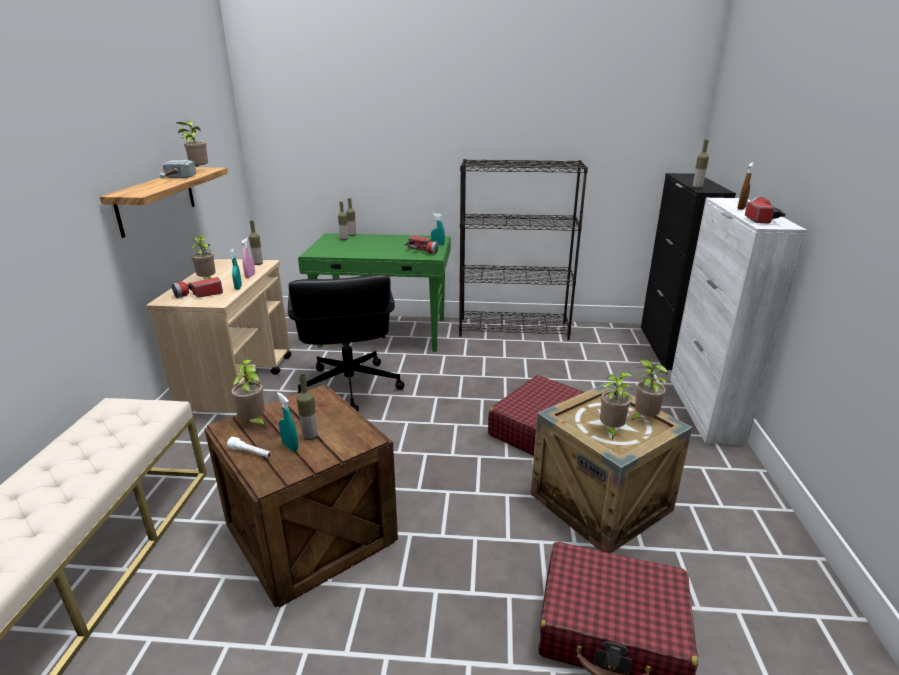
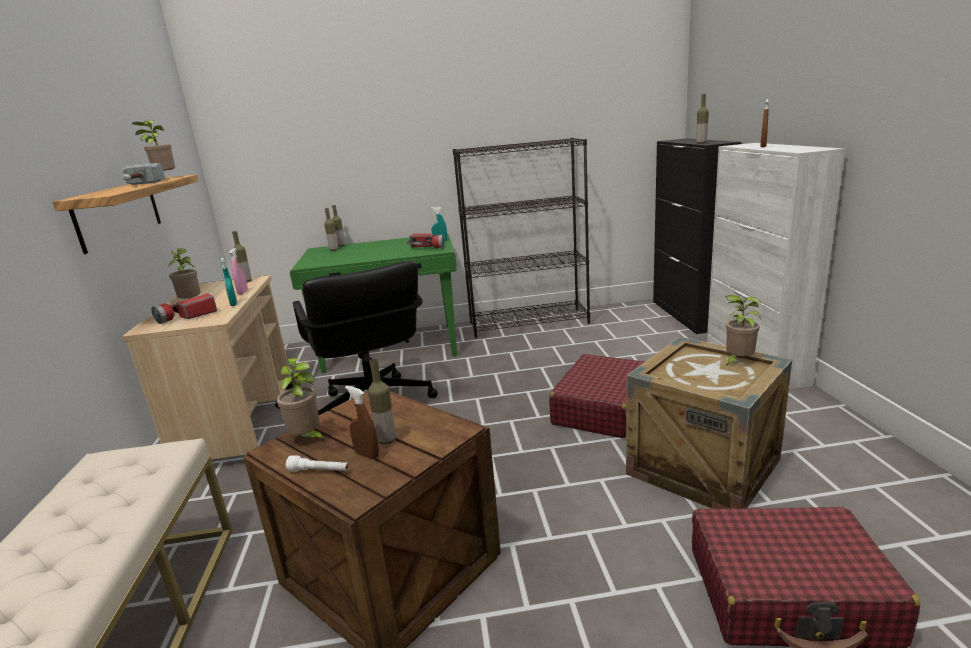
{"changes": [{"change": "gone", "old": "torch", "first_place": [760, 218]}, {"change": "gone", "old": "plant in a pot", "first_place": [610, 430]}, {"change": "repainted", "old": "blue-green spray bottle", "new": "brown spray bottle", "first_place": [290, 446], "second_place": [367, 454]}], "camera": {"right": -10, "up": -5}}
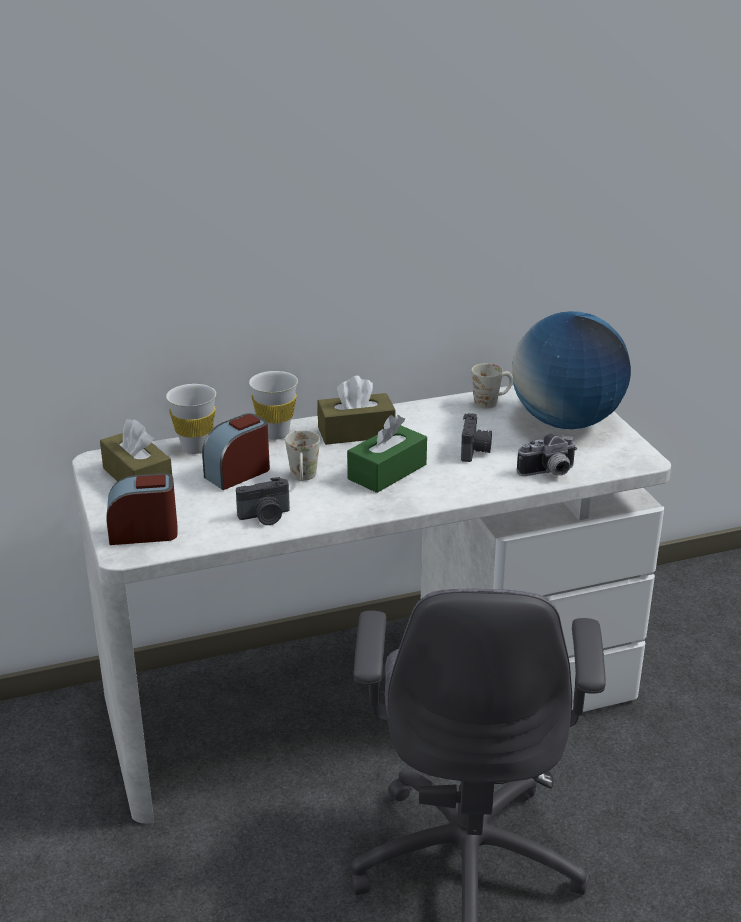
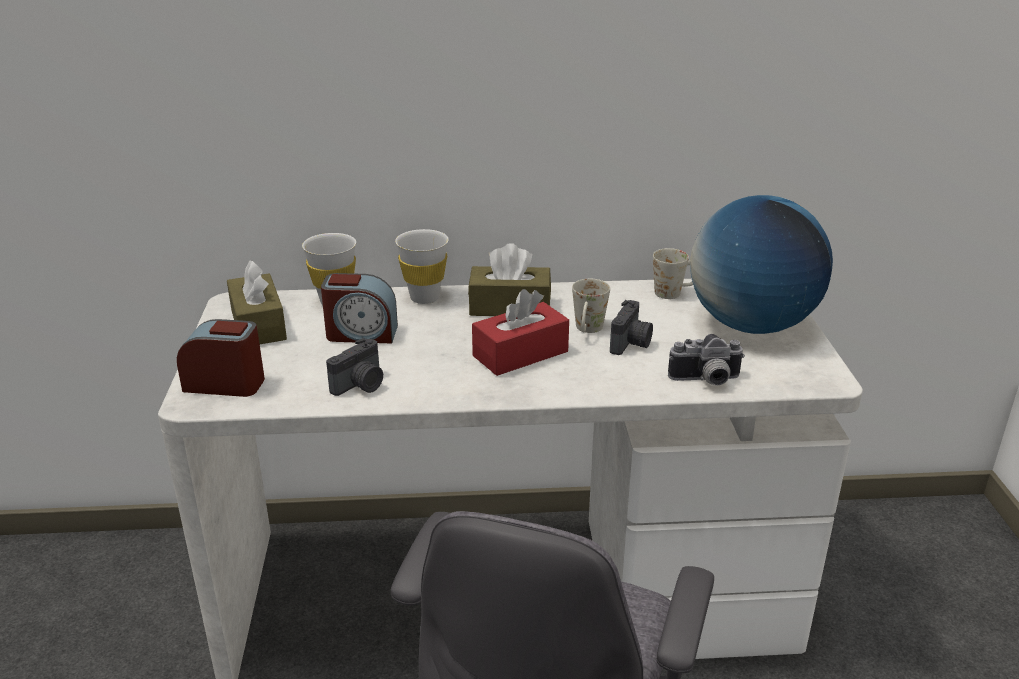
{"changes": [{"change": "rotated", "old": "alarm clock", "first_place": [238, 473], "second_place": [361, 333], "degrees": -150}, {"change": "repainted", "old": "greenish tissue holder", "new": "reddish tissue holder", "first_place": [387, 472], "second_place": [520, 354]}, {"change": "shifted", "old": "whitish tea mug", "first_place": [303, 479], "second_place": [588, 331]}, {"change": "rotated", "old": "still camera", "first_place": [265, 517], "second_place": [361, 385], "degrees": -45}], "camera": {"right": 15, "up": 0}}
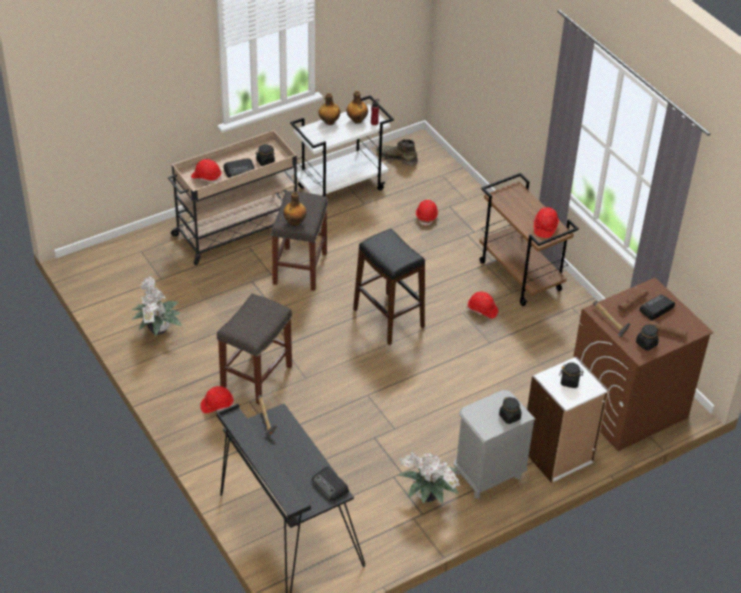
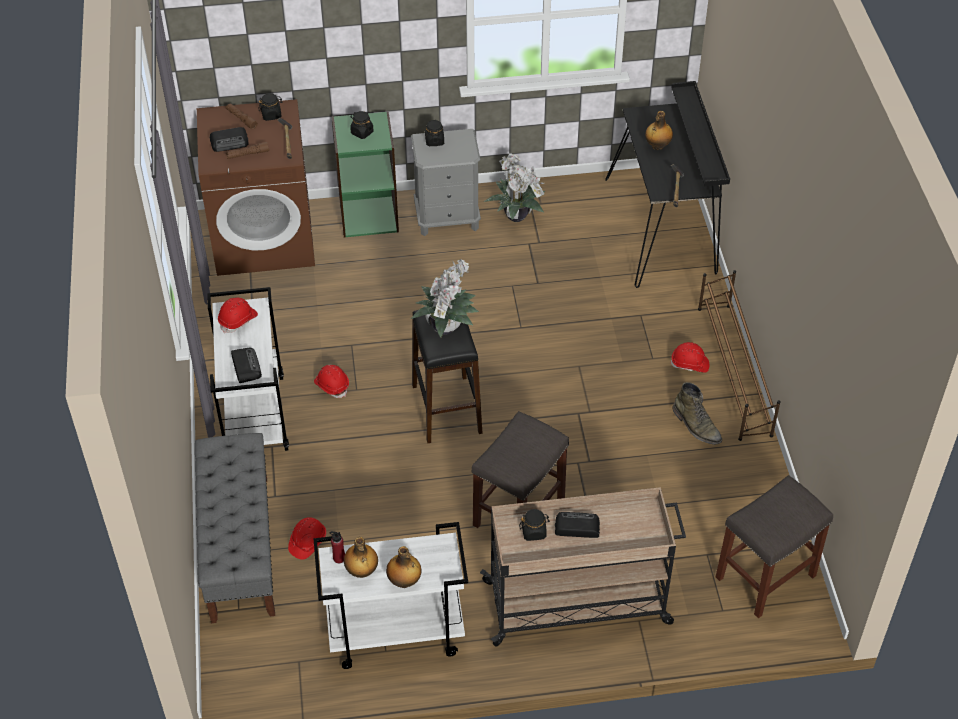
{"changes": [{"change": "shifted", "old": "greenish boot", "first_place": [397, 157], "second_place": [696, 425]}, {"change": "gone", "old": "reddish safety helmet", "first_place": [206, 177]}, {"change": "repainted", "old": "brown wheeled cart", "new": "whitish wheeled cart", "first_place": [521, 276], "second_place": [254, 415]}, {"change": "shifted", "old": "drink bottle", "first_place": [295, 222], "second_place": [657, 146]}, {"change": "shifted", "old": "plant in a pot", "first_place": [157, 331], "second_place": [446, 327]}, {"change": "shifted", "old": "grey sitting stool", "first_place": [256, 376], "second_place": [765, 578]}, {"change": "repainted", "old": "whitish shelving unit", "new": "greenish shelving unit", "first_place": [557, 456], "second_place": [369, 215]}, {"change": "shifted", "old": "radio", "first_place": [330, 486], "second_place": [245, 366]}, {"change": "new", "new": "brown shoe shelf", "second_place": [733, 371]}, {"change": "new", "new": "grey long seat", "second_place": [240, 547]}], "camera": {"right": -155, "up": 5}}
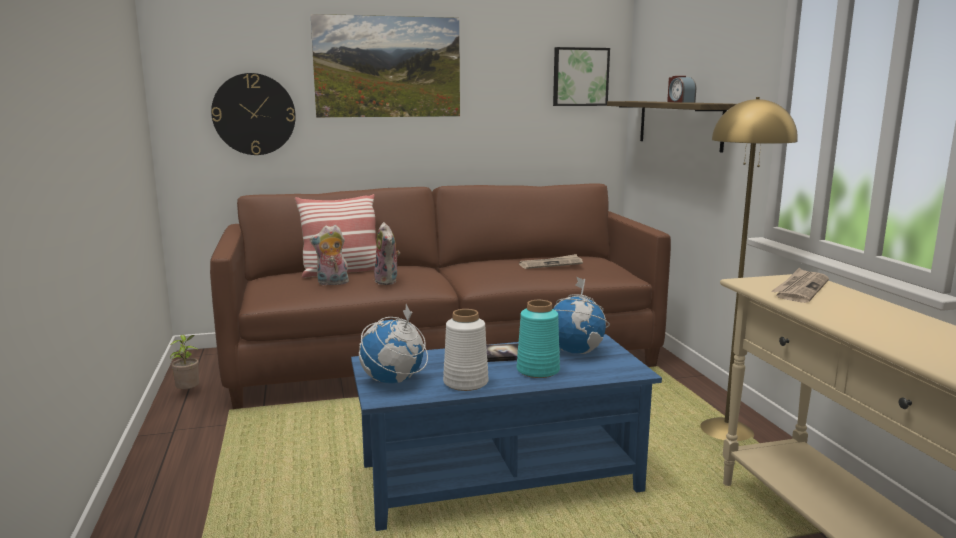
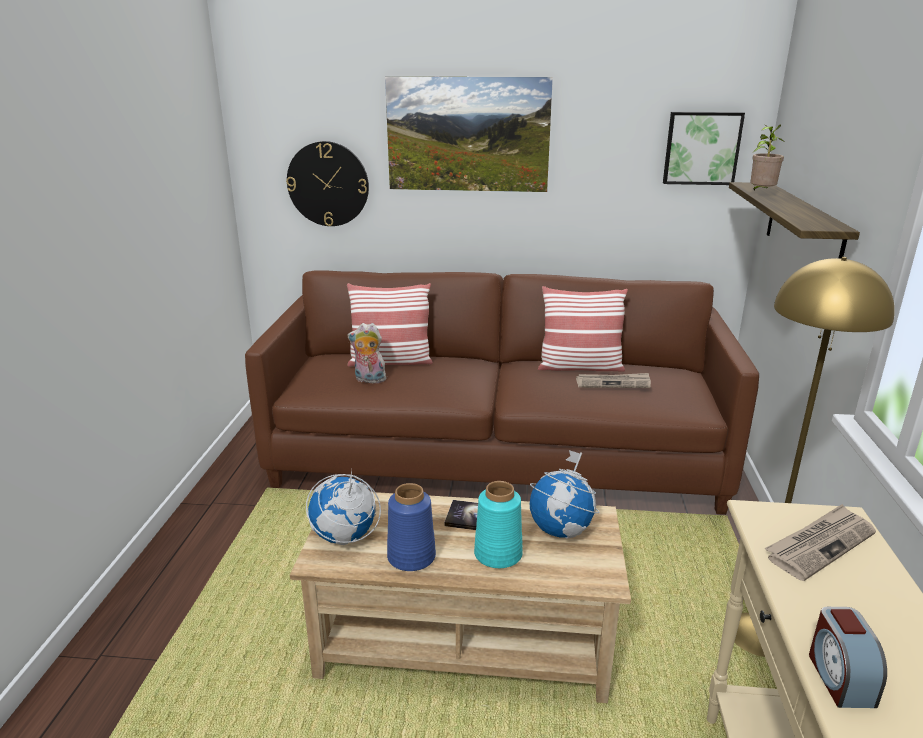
{"changes": [{"change": "shifted", "old": "alarm clock", "first_place": [680, 102], "second_place": [839, 678]}, {"change": "gone", "old": "soft toy", "first_place": [388, 281]}, {"change": "repainted", "old": "whitish flower vase", "new": "bluish flower vase", "first_place": [466, 382], "second_place": [412, 557]}, {"change": "shifted", "old": "plant in a pot", "first_place": [188, 392], "second_place": [761, 194]}, {"change": "repainted", "old": "bluish coffee table", "new": "beige coffee table", "first_place": [500, 478], "second_place": [464, 640]}, {"change": "new", "new": "pillow", "second_place": [580, 367]}], "camera": {"right": 20, "up": 10}}
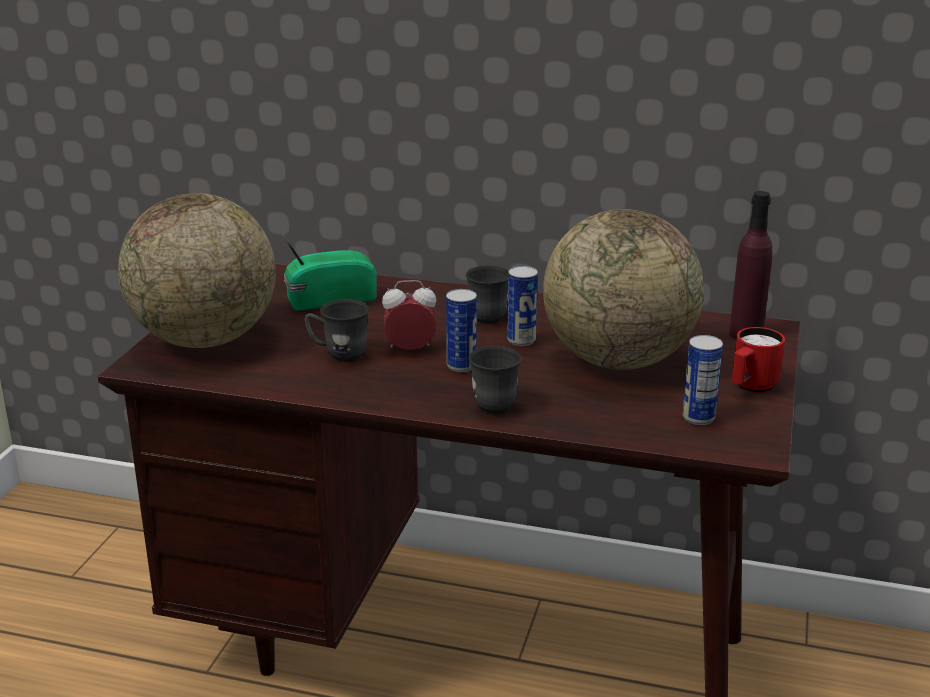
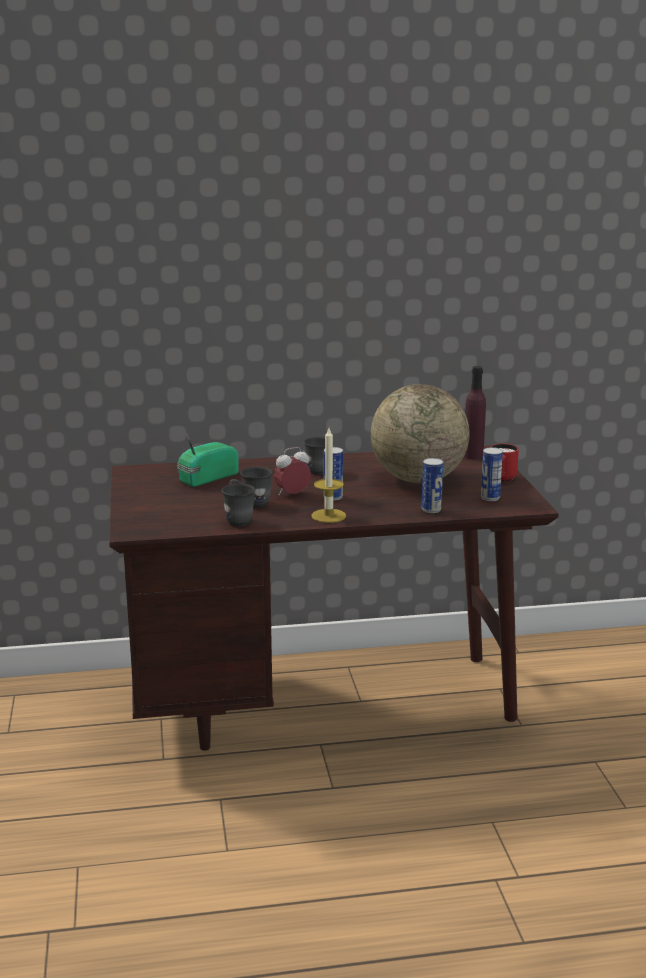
{"changes": [{"change": "gone", "old": "globe", "first_place": [205, 339]}, {"change": "shifted", "old": "sealed can", "first_place": [521, 340], "second_place": [431, 509]}, {"change": "shifted", "old": "grey tea mug", "first_place": [492, 401], "second_place": [236, 520]}, {"change": "new", "new": "wax light", "second_place": [328, 516]}], "camera": {"right": -25, "up": -5}}
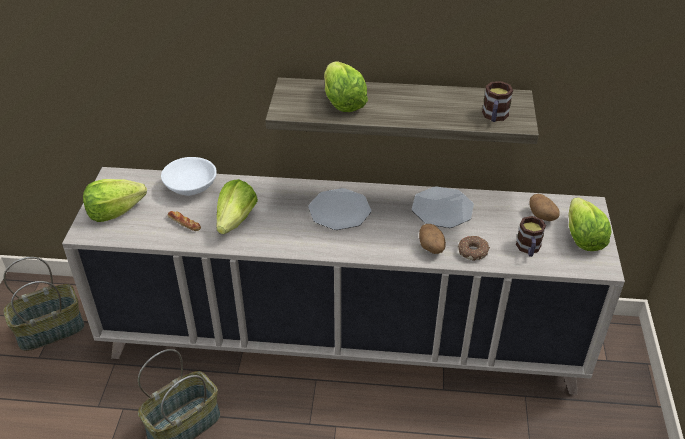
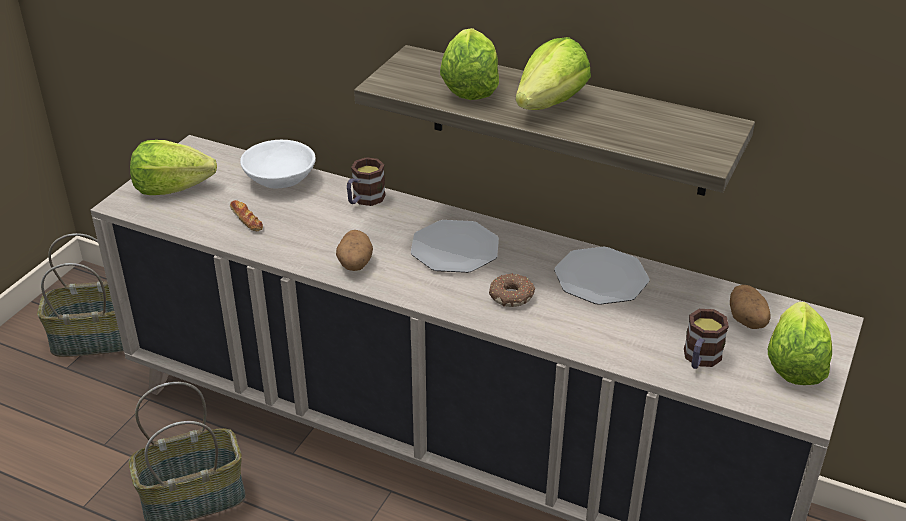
{"changes": [{"change": "shifted", "old": "tea mug", "first_place": [494, 117], "second_place": [364, 200]}, {"change": "shifted", "old": "lettuce head", "first_place": [236, 220], "second_place": [550, 103]}, {"change": "shifted", "old": "spud", "first_place": [431, 248], "second_place": [355, 264]}, {"change": "shifted", "old": "ring doughnut", "first_place": [473, 251], "second_place": [512, 295]}], "camera": {"right": 20, "up": -5}}
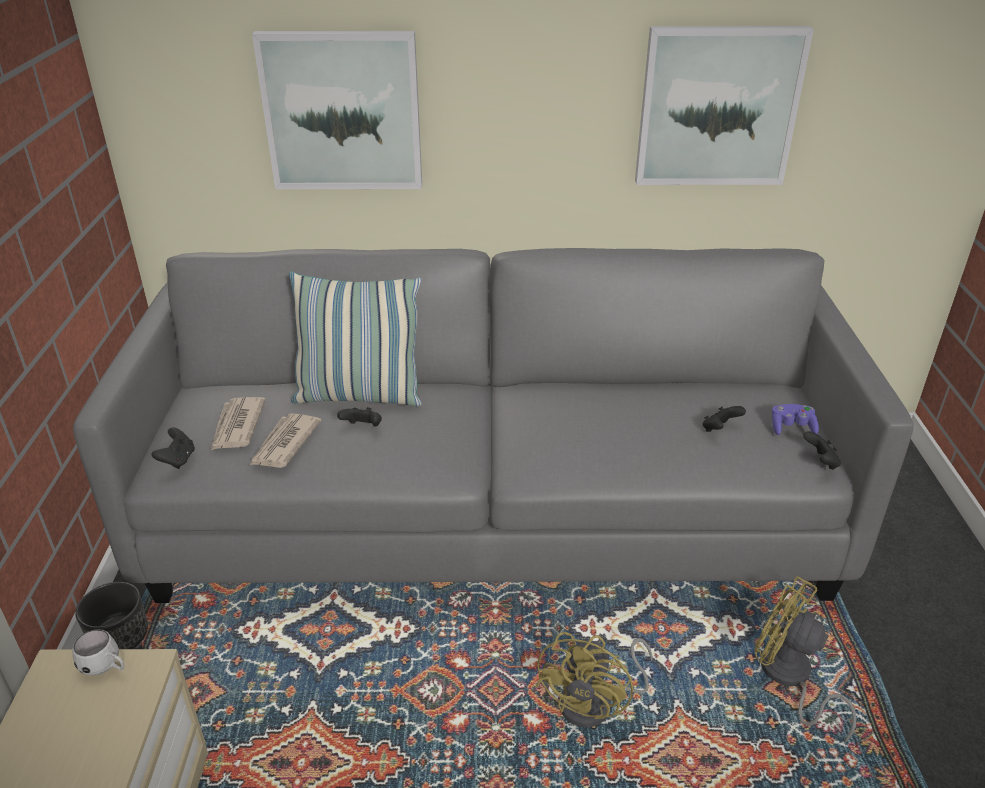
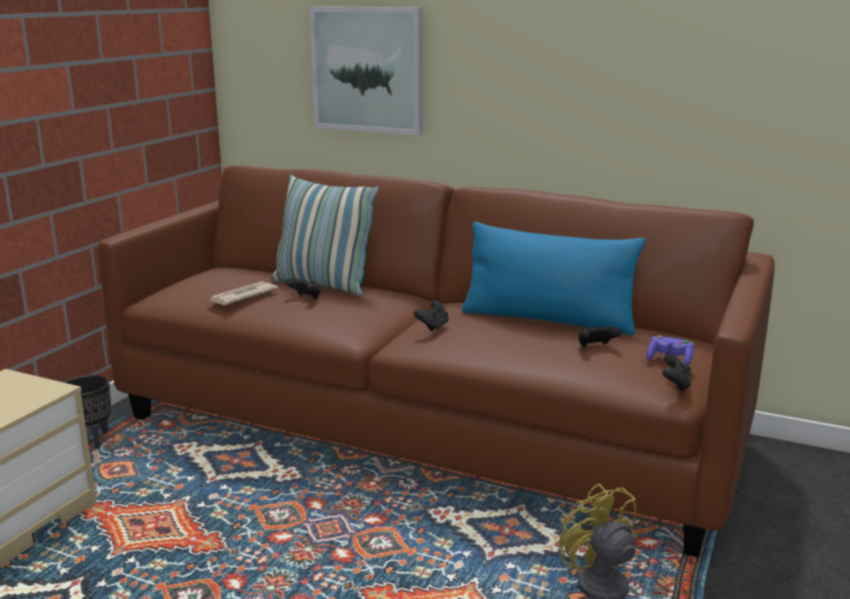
{"changes": [{"change": "gone", "old": "picture", "first_place": [718, 107]}, {"change": "repainted", "old": "grey settee", "new": "brown settee", "first_place": [493, 515], "second_place": [426, 428]}, {"change": "gone", "old": "daily paper", "first_place": [237, 426]}, {"change": "shifted", "old": "black-coloured joypad", "first_place": [178, 460], "second_place": [433, 326]}, {"change": "gone", "old": "whitish tea mug", "first_place": [106, 667]}, {"change": "gone", "old": "yellowish cooling fan", "first_place": [595, 703]}, {"change": "new", "new": "bluish pillow", "second_place": [548, 319]}], "camera": {"right": 25, "up": -15}}
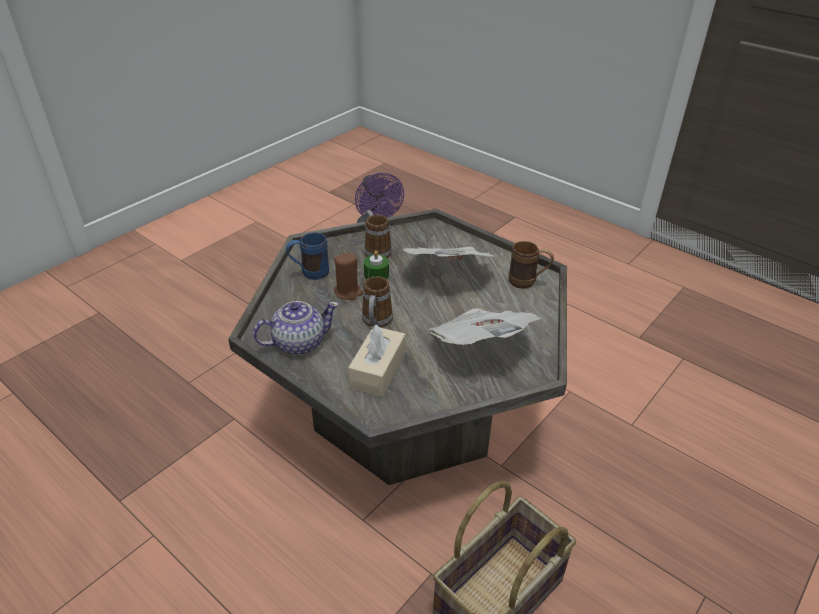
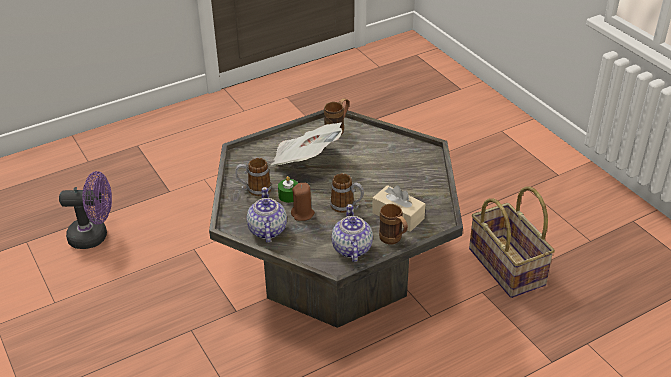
{"changes": [{"change": "swapped", "old": "bluish tea mug", "new": "pot for tea", "first_place": [309, 274], "second_place": [267, 230]}, {"change": "gone", "old": "daily paper", "first_place": [480, 345]}, {"change": "new", "new": "brown tea mug", "second_place": [393, 240]}], "camera": {"right": -70, "up": 0}}
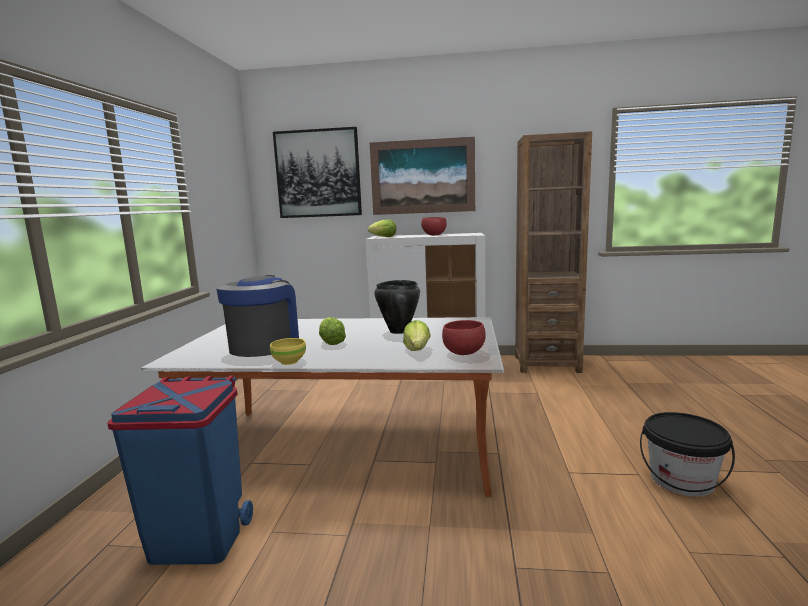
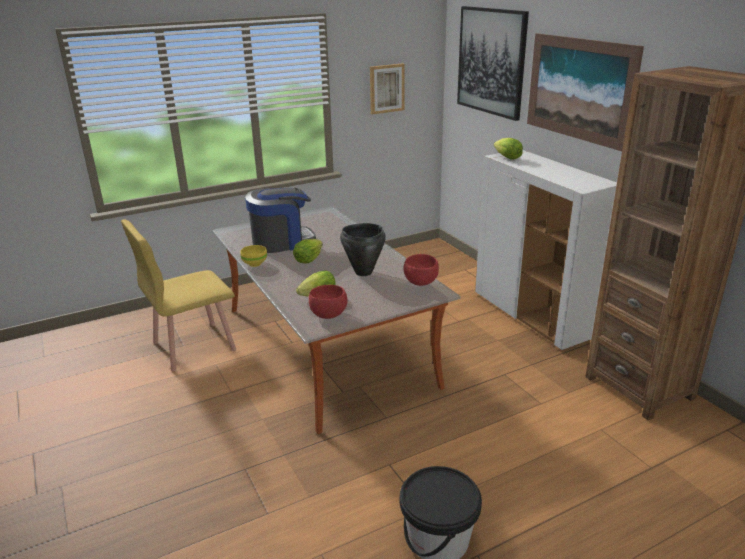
{"changes": [{"change": "shifted", "old": "reddish serving bowl", "first_place": [434, 235], "second_place": [420, 282]}, {"change": "swapped", "old": "bluish trash can", "new": "yellowish chair", "first_place": [198, 540], "second_place": [193, 346]}, {"change": "new", "new": "picture", "second_place": [386, 88]}], "camera": {"right": 55, "up": 15}}
